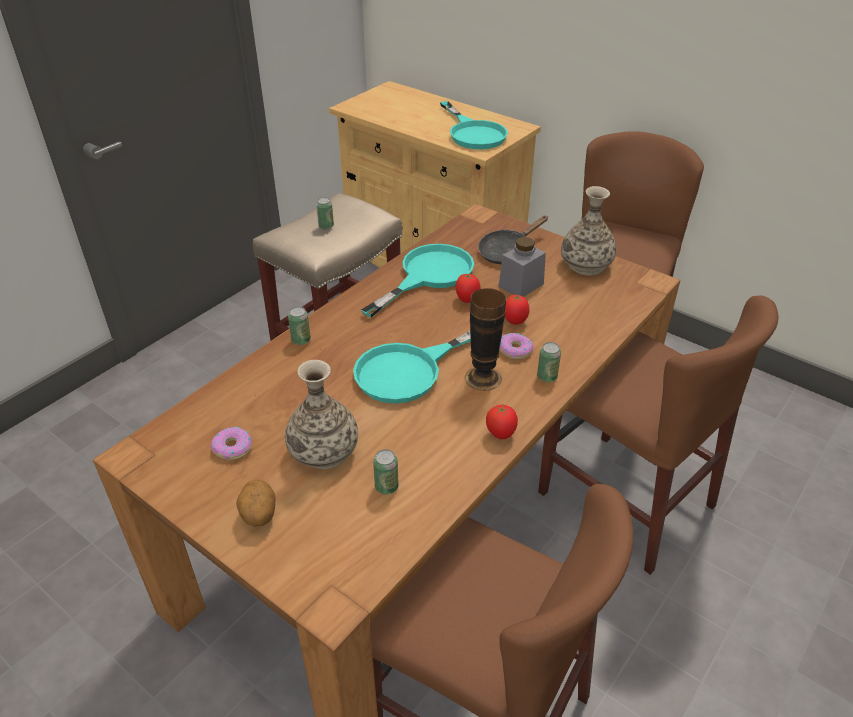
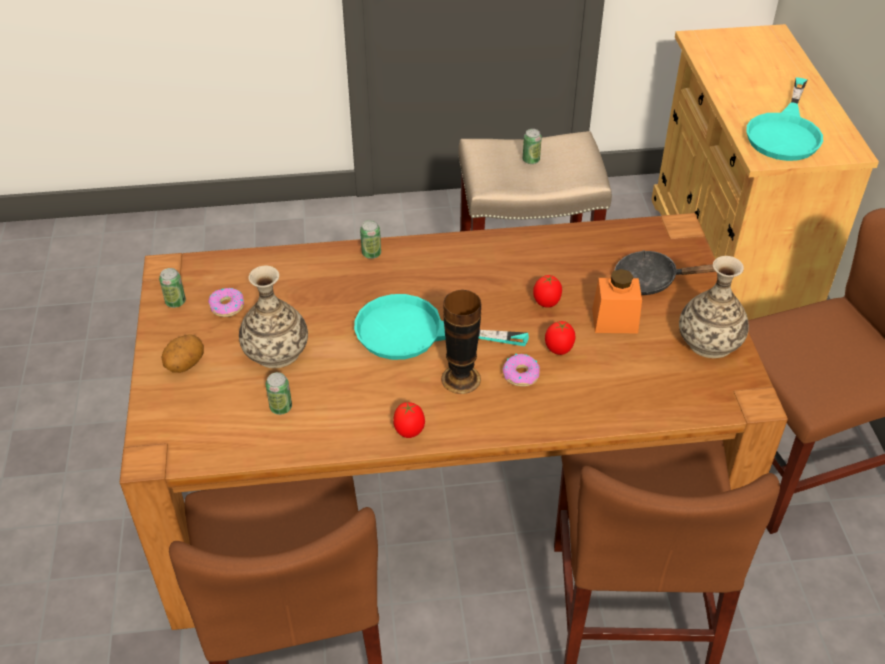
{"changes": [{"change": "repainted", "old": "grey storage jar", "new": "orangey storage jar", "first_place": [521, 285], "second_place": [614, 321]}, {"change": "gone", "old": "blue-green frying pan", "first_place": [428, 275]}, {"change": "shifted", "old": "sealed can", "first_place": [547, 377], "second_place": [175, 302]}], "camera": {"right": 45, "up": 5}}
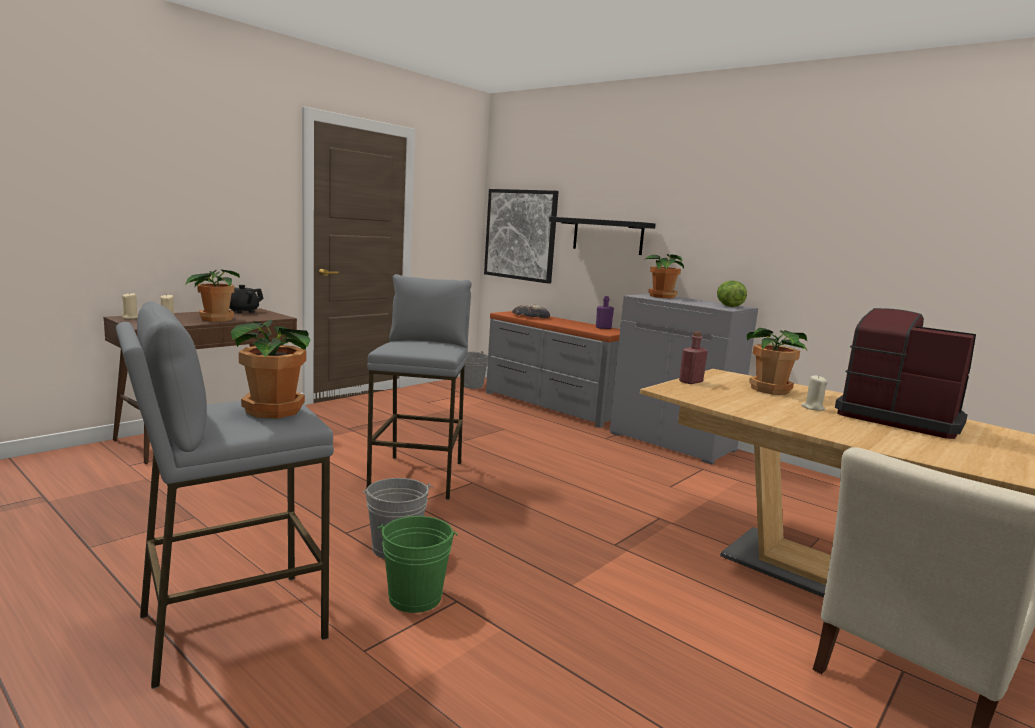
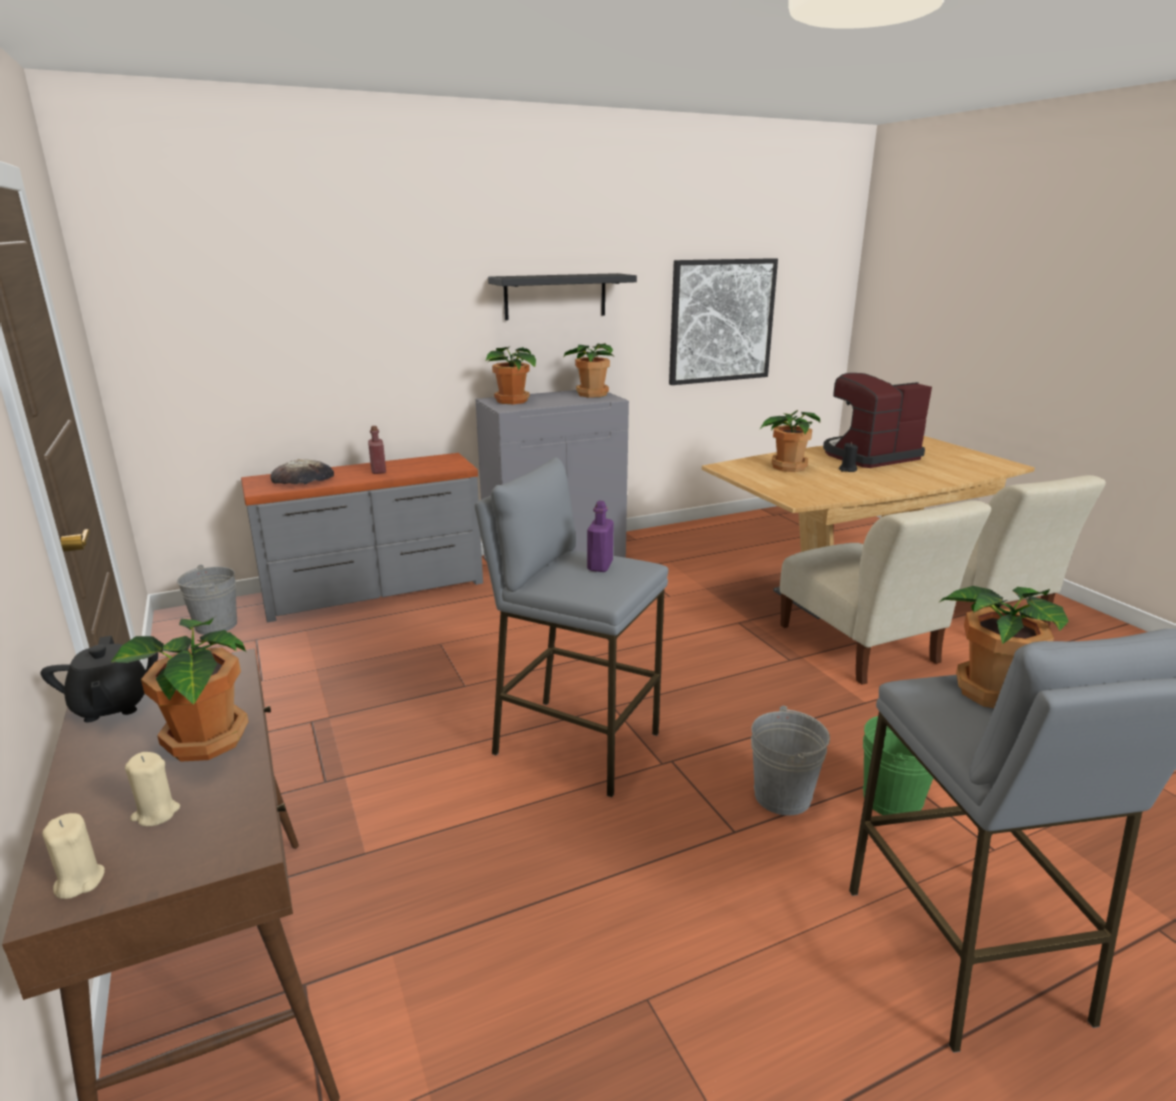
{"changes": [{"change": "shifted", "old": "picture", "first_place": [520, 235], "second_place": [721, 321]}, {"change": "shifted", "old": "black-coloured shelf", "first_place": [607, 236], "second_place": [555, 296]}, {"change": "swapped", "old": "lettuce head", "new": "plant in a pot", "first_place": [729, 306], "second_place": [591, 394]}, {"change": "shifted", "old": "purple drink bottle", "first_place": [603, 328], "second_place": [600, 566]}, {"change": "shifted", "old": "reddish drink bottle", "first_place": [690, 382], "second_place": [378, 471]}, {"change": "repainted", "old": "beige wax light", "new": "black-coloured wax light", "first_place": [812, 408], "second_place": [847, 470]}, {"change": "new", "new": "beige chair", "second_place": [860, 647]}], "camera": {"right": -65, "up": 10}}
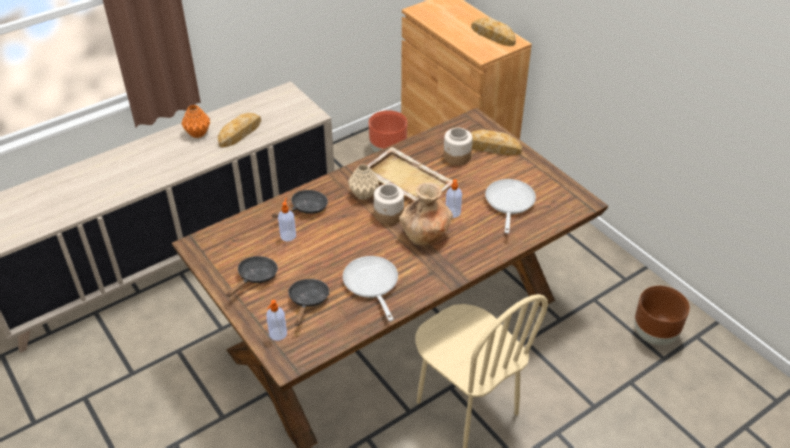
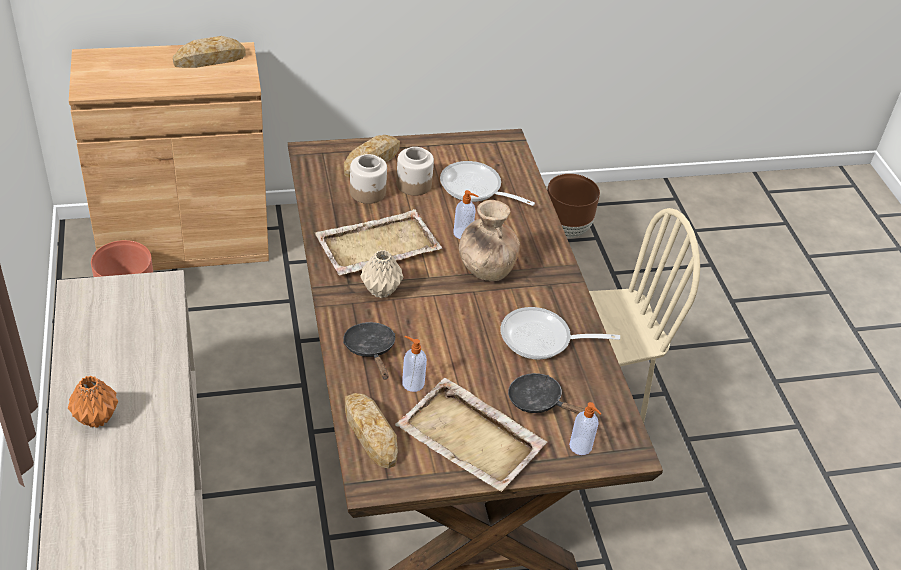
{"changes": [{"change": "shifted", "old": "baked bread", "first_place": [240, 133], "second_place": [370, 433]}, {"change": "shifted", "old": "storage jar", "first_place": [389, 215], "second_place": [414, 184]}, {"change": "swapped", "old": "black-coloured frying pan", "new": "beige tray", "first_place": [255, 277], "second_place": [471, 438]}], "camera": {"right": -70, "up": 0}}
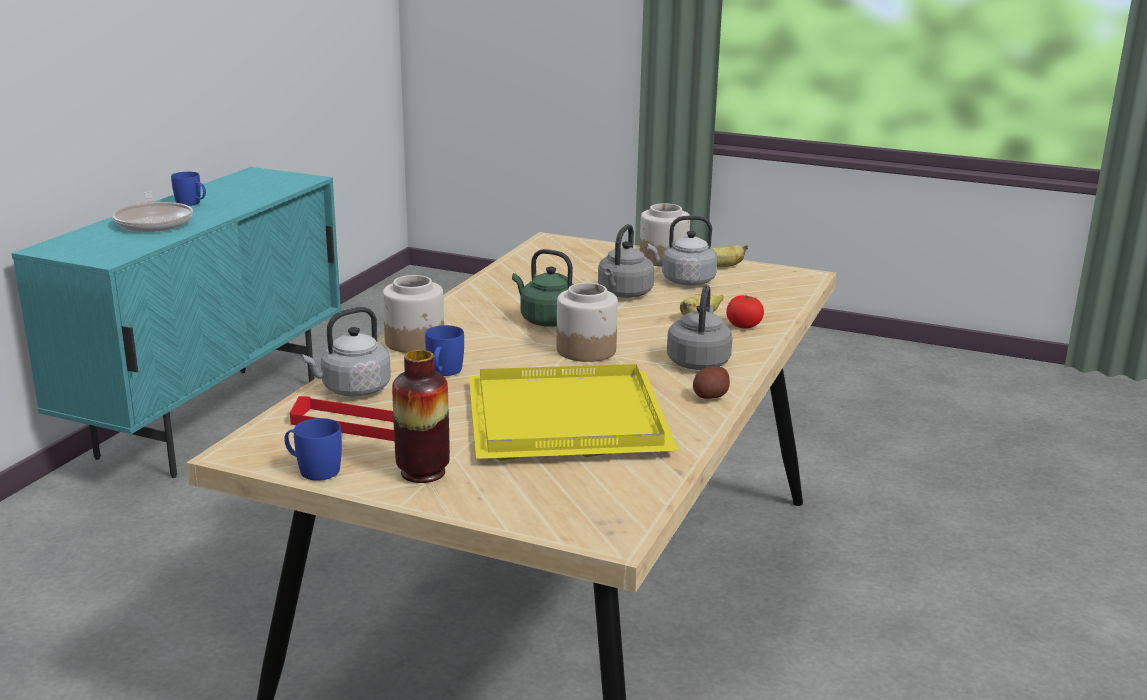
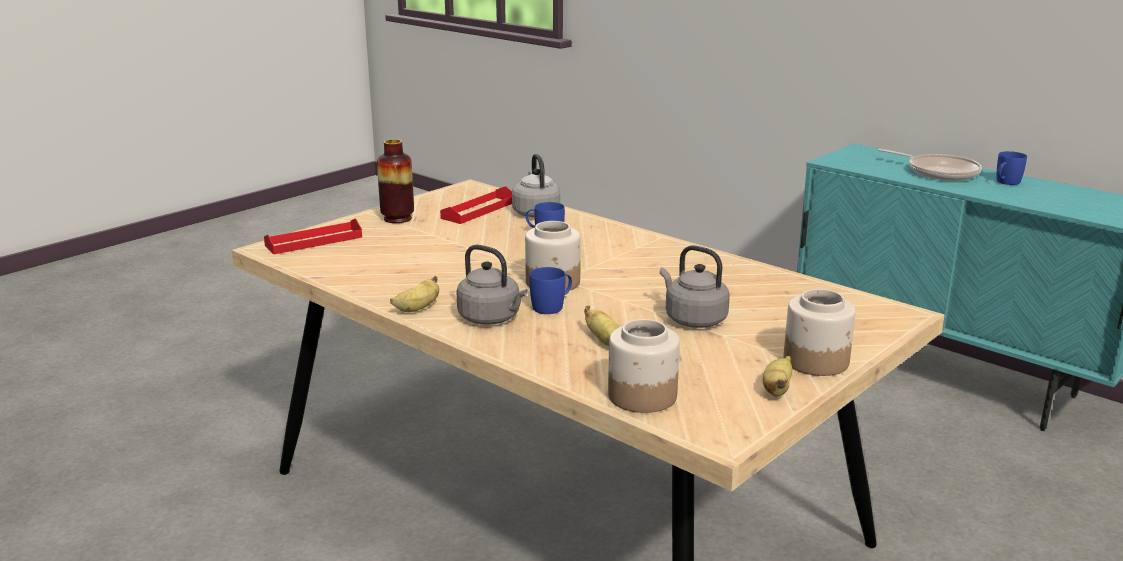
{"changes": [{"change": "rotated", "old": "frying pan", "first_place": [154, 222], "second_place": [938, 172], "degrees": -135}, {"change": "gone", "old": "grey water kettle", "first_place": [684, 281]}, {"change": "gone", "old": "greenish water kettle", "first_place": [546, 320]}, {"change": "shifted", "old": "storage jar", "first_place": [415, 342], "second_place": [641, 396]}, {"change": "gone", "old": "fresh tomato", "first_place": [744, 326]}, {"change": "gone", "old": "yellowish tray", "first_place": [570, 417]}, {"change": "swapped", "old": "spud", "new": "whole banana", "first_place": [711, 396], "second_place": [417, 308]}, {"change": "shifted", "old": "bluish tea mug", "first_place": [312, 469], "second_place": [552, 306]}, {"change": "new", "new": "reddish tray", "second_place": [314, 241]}], "camera": {"right": 110, "up": 0}}
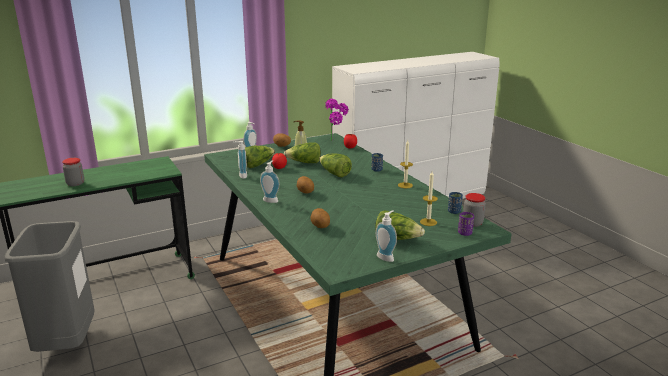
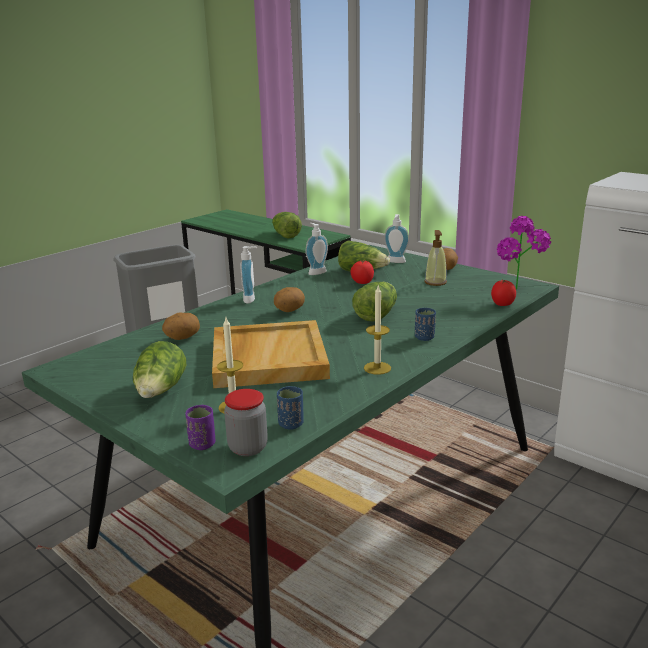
{"changes": [{"change": "shifted", "old": "lettuce head", "first_place": [304, 163], "second_place": [285, 235]}, {"change": "gone", "old": "storage jar", "first_place": [75, 183]}, {"change": "gone", "old": "soap dispenser", "first_place": [386, 257]}, {"change": "new", "new": "beige tray", "second_place": [267, 358]}], "camera": {"right": 70, "up": 0}}
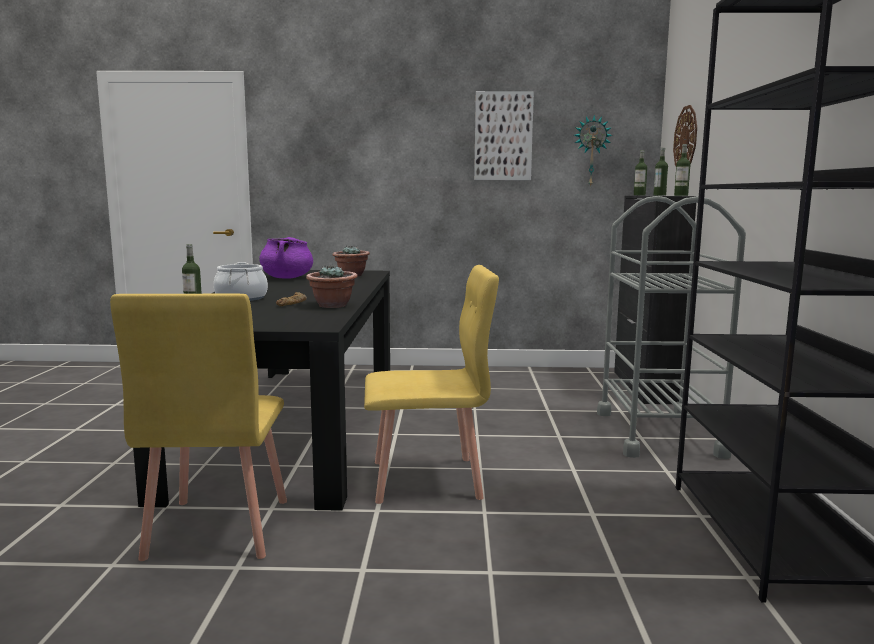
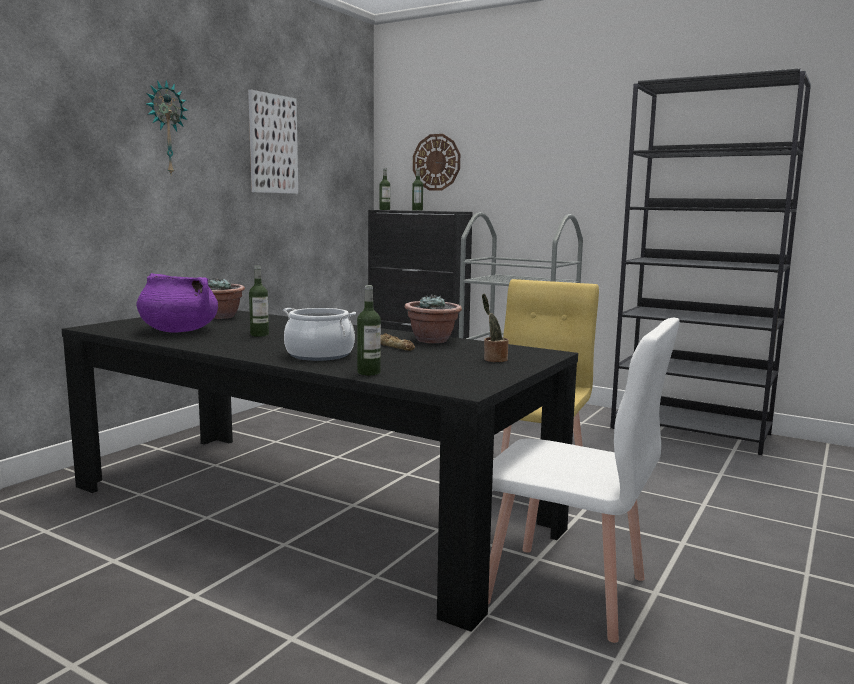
{"changes": [{"change": "shifted", "old": "clock on the wall", "first_place": [591, 151], "second_place": [165, 128]}, {"change": "shifted", "old": "drink bottle", "first_place": [681, 195], "second_place": [259, 334]}, {"change": "repainted", "old": "yellowish chair", "new": "whitish chair", "first_place": [217, 529], "second_place": [566, 591]}, {"change": "new", "new": "plant in a pot", "second_place": [493, 359]}], "camera": {"right": -60, "up": 0}}
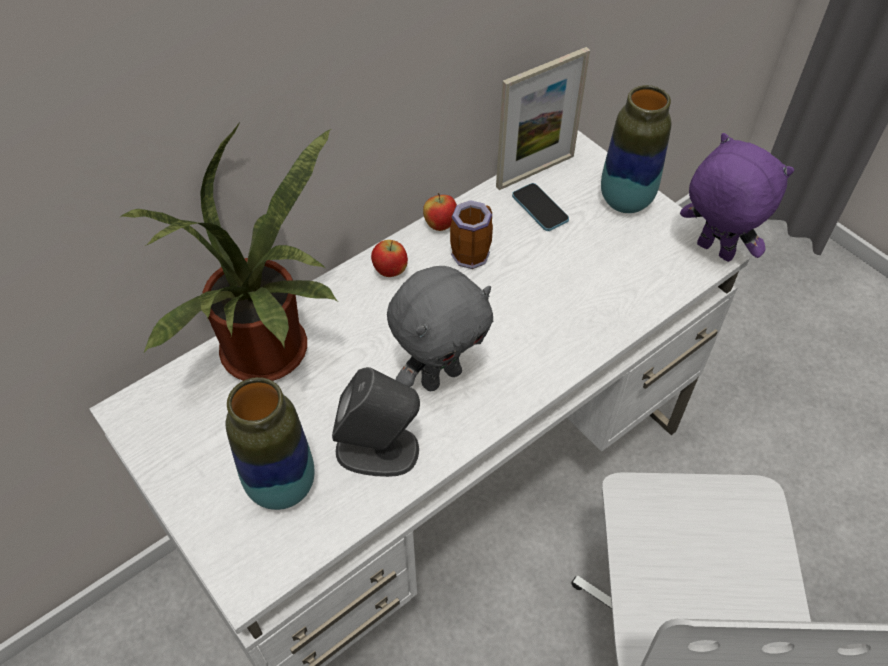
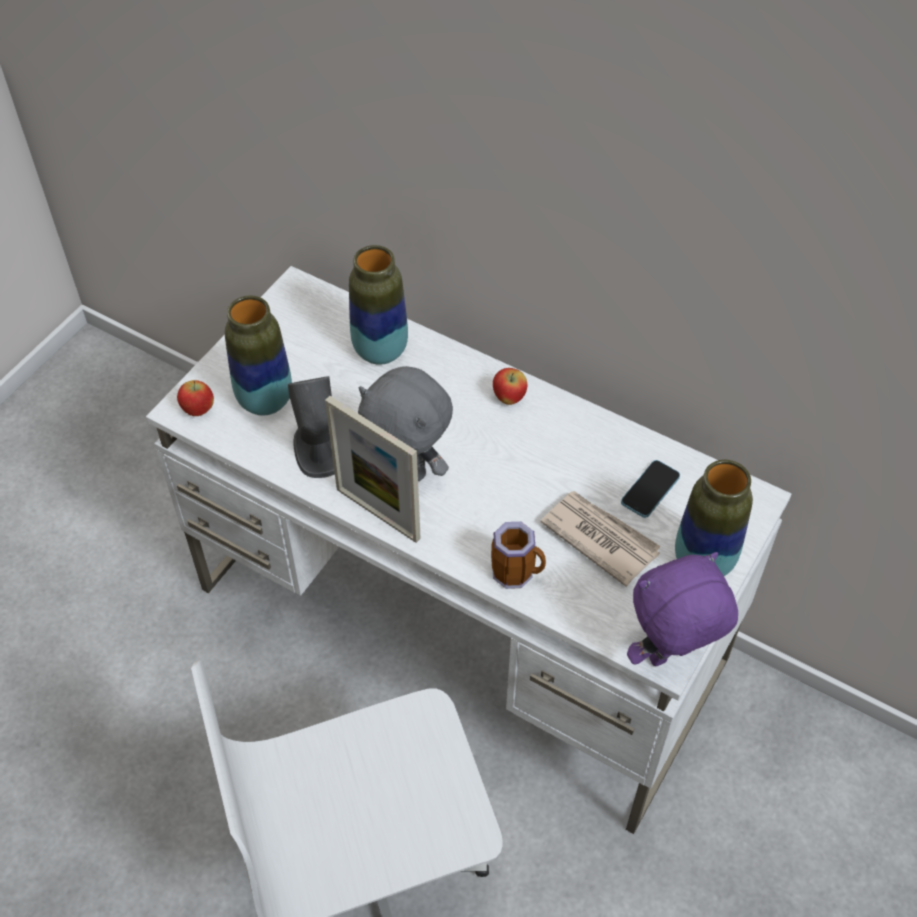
{"changes": [{"change": "shifted", "old": "standing frame", "first_place": [535, 171], "second_place": [378, 514]}, {"change": "swapped", "old": "plant in a pot", "new": "flower vase", "first_place": [271, 357], "second_place": [380, 351]}, {"change": "rotated", "old": "purple soft toy", "first_place": [713, 251], "second_place": [670, 657], "degrees": -135}, {"change": "shifted", "old": "apple", "first_place": [440, 225], "second_place": [198, 410]}, {"change": "shifted", "old": "tea mug", "first_place": [471, 252], "second_place": [517, 572]}, {"change": "new", "new": "daily paper", "second_place": [599, 537]}], "camera": {"right": 70, "up": 0}}
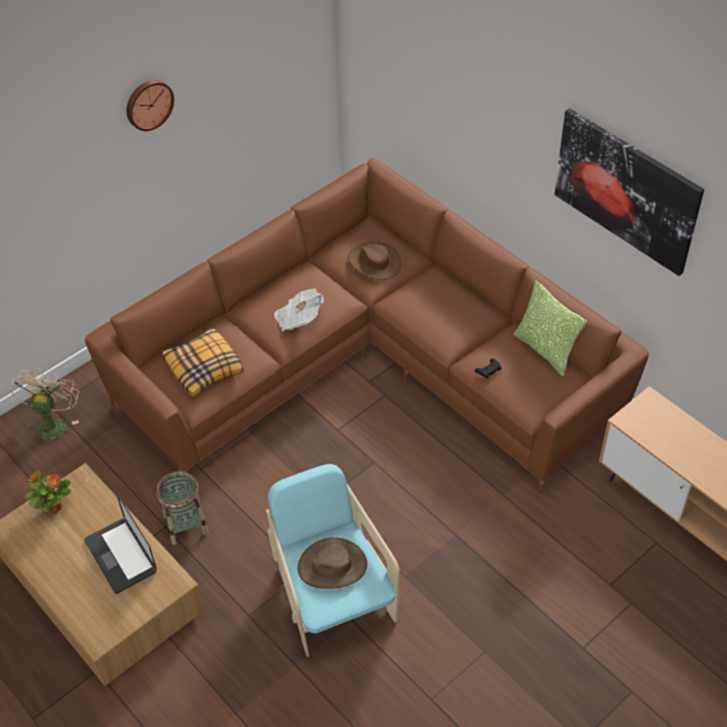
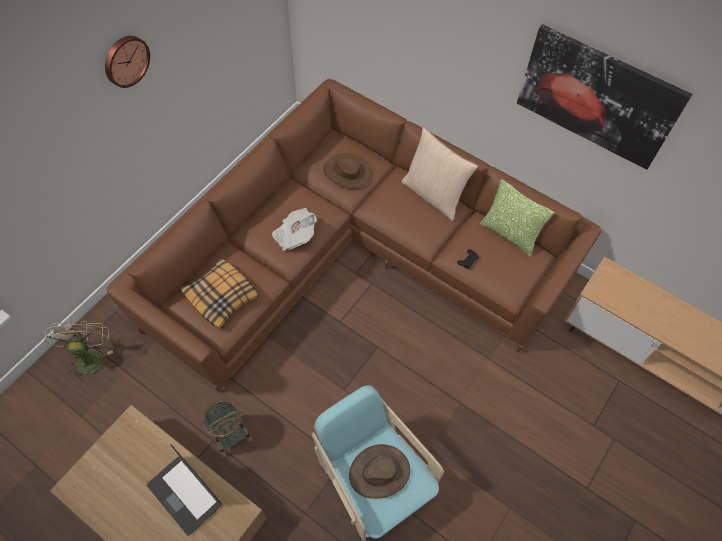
{"changes": [{"change": "gone", "old": "plant in a pot", "first_place": [53, 507]}, {"change": "new", "new": "beige pillow", "second_place": [434, 194]}], "camera": {"right": -15, "up": 10}}
